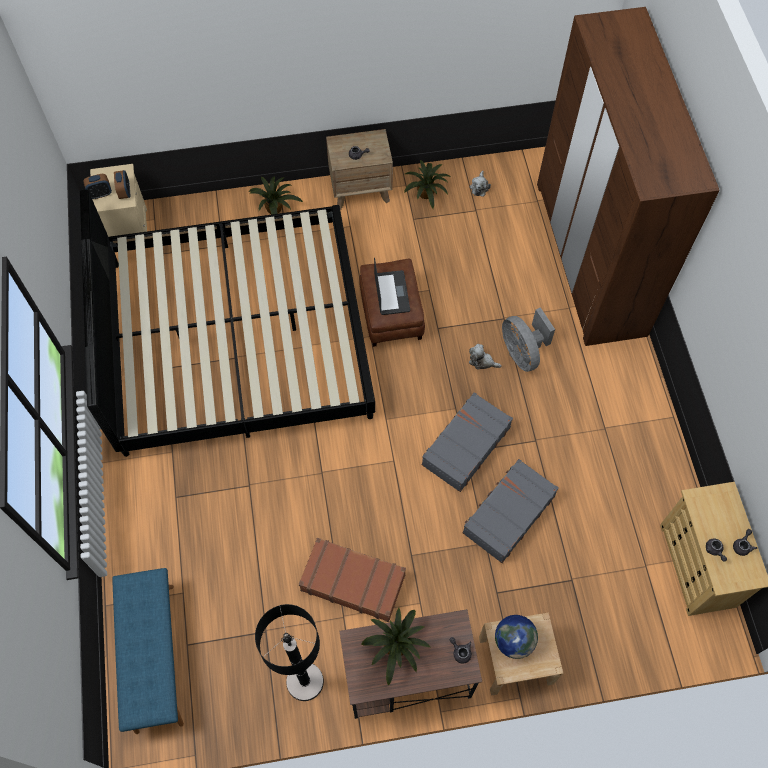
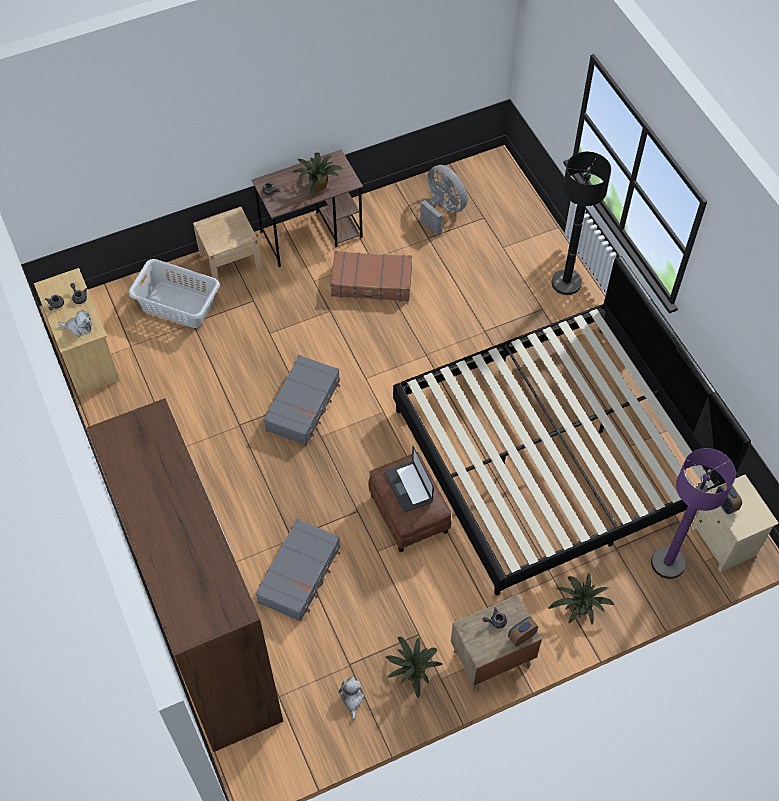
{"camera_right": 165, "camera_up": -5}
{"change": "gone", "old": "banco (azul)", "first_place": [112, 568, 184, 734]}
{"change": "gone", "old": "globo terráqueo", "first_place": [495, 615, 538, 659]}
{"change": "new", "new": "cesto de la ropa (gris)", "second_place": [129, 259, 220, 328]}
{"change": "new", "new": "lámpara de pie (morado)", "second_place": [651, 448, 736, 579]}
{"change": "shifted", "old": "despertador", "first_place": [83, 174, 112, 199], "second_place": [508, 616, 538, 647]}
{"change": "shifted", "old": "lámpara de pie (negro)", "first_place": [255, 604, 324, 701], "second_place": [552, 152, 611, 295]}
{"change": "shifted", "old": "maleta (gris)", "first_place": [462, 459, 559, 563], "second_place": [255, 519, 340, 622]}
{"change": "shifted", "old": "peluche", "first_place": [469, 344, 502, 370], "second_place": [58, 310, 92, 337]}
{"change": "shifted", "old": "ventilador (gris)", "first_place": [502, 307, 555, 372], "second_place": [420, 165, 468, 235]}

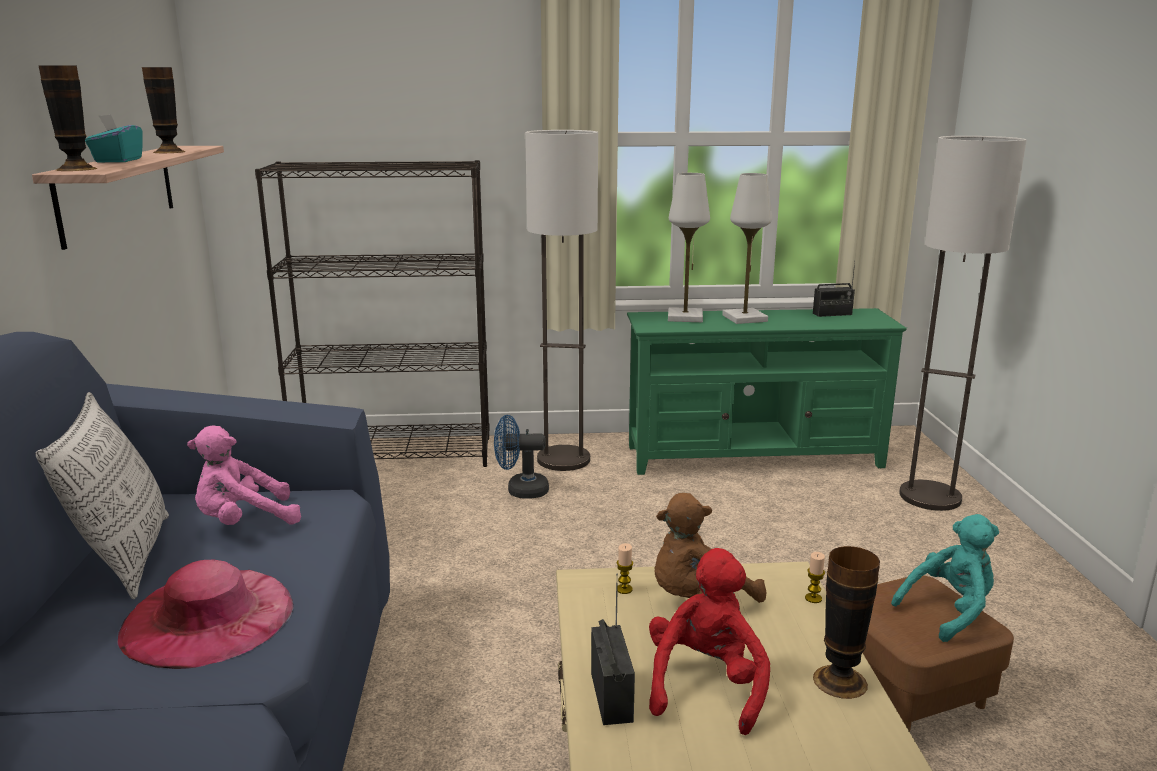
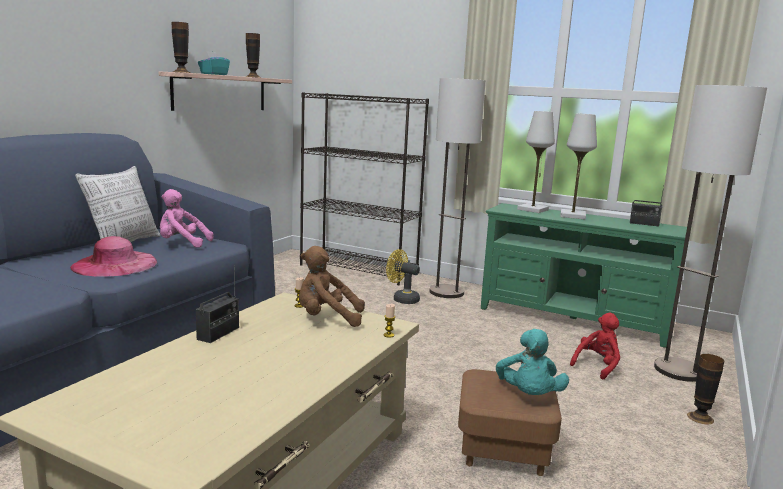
{"camera_right": 30, "camera_up": -5}
{"change": "shifted", "old": "peluche (rojo)", "first_place": [649, 548, 770, 735], "second_place": [570, 313, 620, 380]}
{"change": "shifted", "old": "florero", "first_place": [813, 546, 880, 699], "second_place": [687, 354, 724, 424]}
{"change": "repainted", "old": "ventilador (azul)", "new": "ventilador (amarillo)", "first_place": [494, 415, 549, 499], "second_place": [386, 249, 420, 304]}
{"change": "rotated", "old": "peluche (turquesa)", "first_place": [891, 514, 999, 642], "second_place": [496, 329, 569, 395], "degrees": 90}

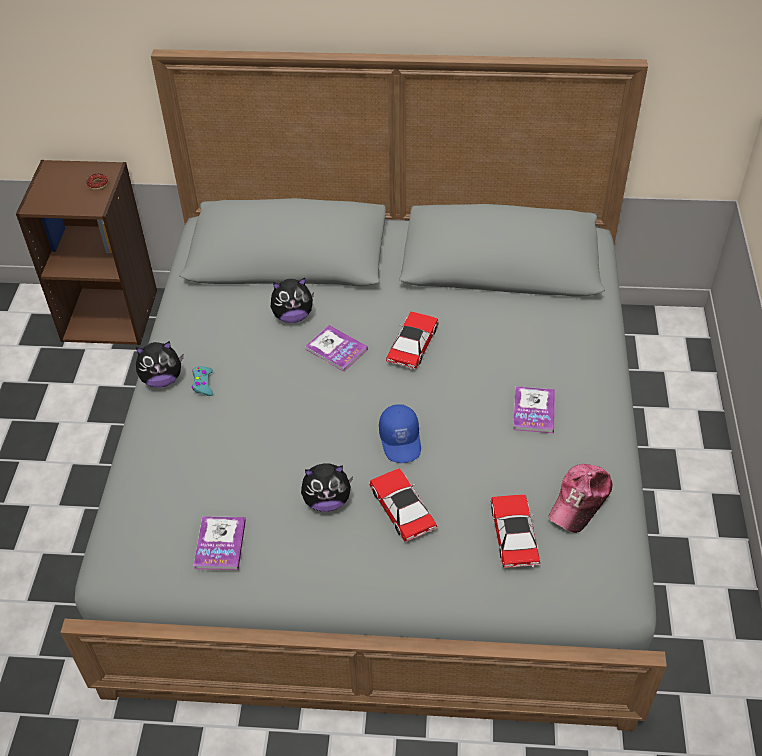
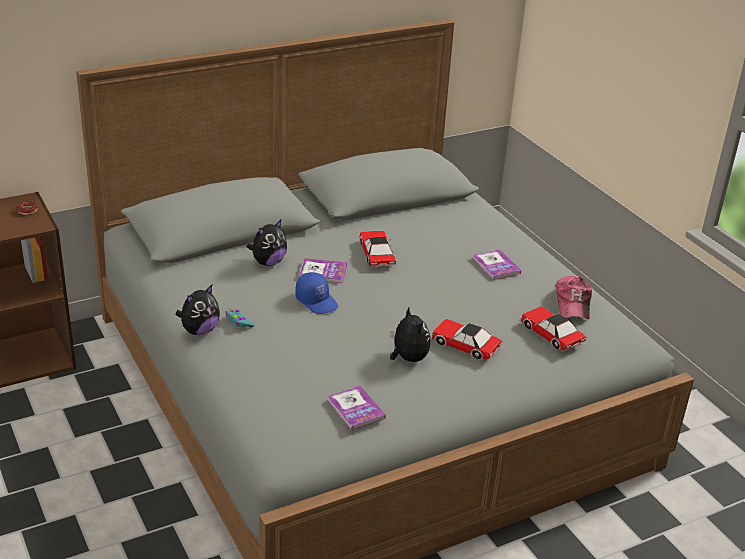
{"camera_right": -35, "camera_up": -15}
{"change": "shifted", "old": "gorra (azul)", "first_place": [379, 404, 421, 463], "second_place": [295, 272, 338, 314]}
{"change": "rotated", "old": "peluche", "first_place": [301, 463, 353, 512], "second_place": [390, 307, 430, 362], "degrees": -75}

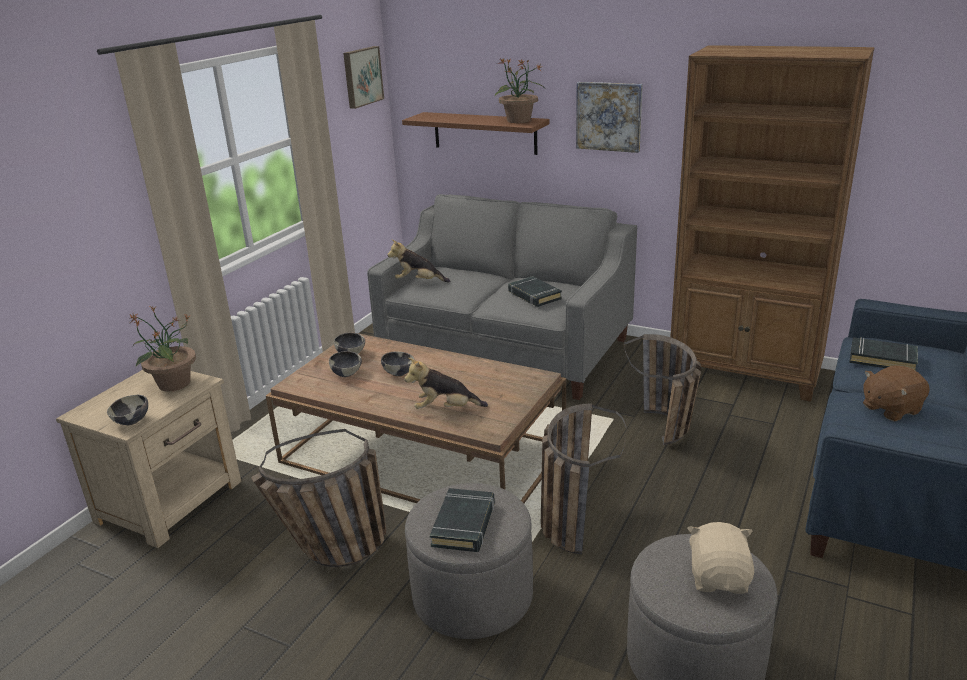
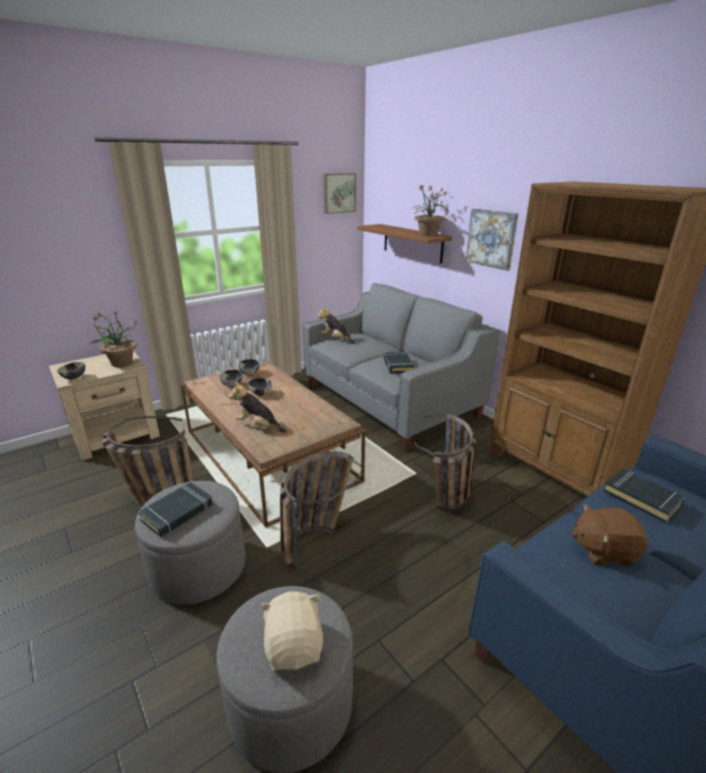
{"camera_right": 25, "camera_up": 0}
{"change": "rotated", "old": "peluche (beis)", "first_place": [687, 522, 754, 594], "second_place": [259, 591, 323, 670], "degrees": -45}

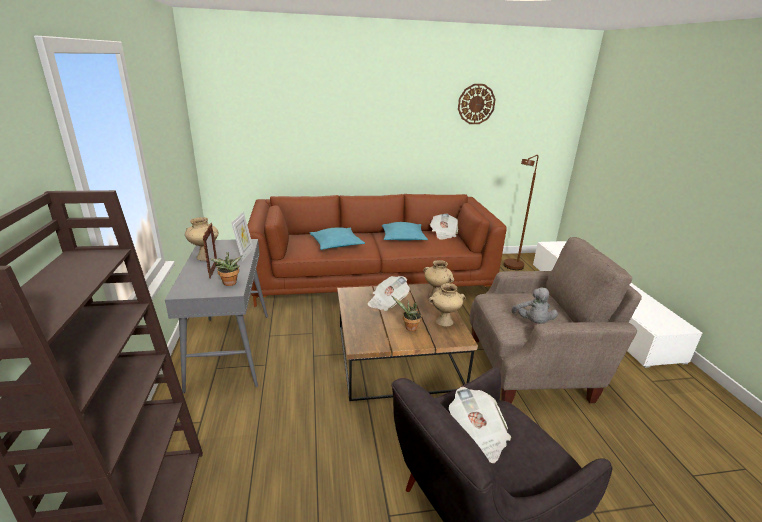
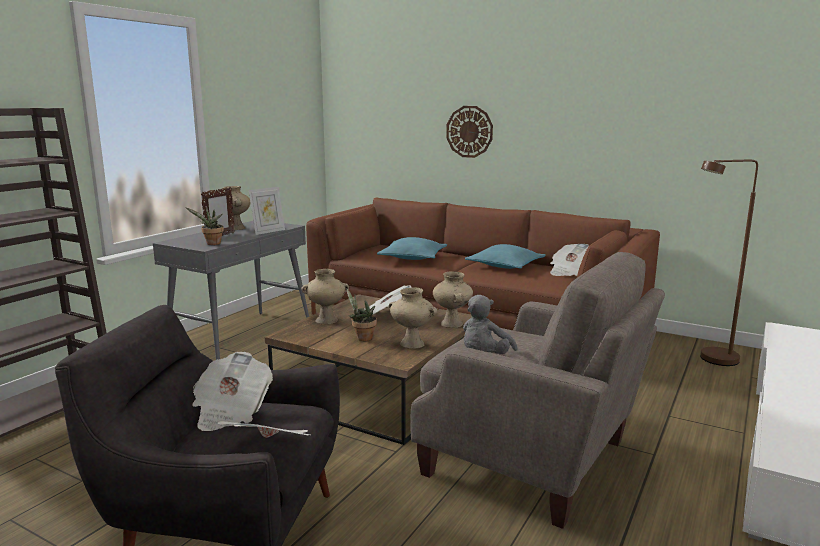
{"camera_right": 40, "camera_up": -10}
{"change": "new", "new": "periódico", "second_place": [218, 421, 310, 438]}
{"change": "new", "new": "florero (beis)", "second_place": [301, 269, 349, 324]}
{"change": "shifted", "old": "reloj de pared", "first_place": [458, 84, 496, 124], "second_place": [446, 106, 493, 158]}

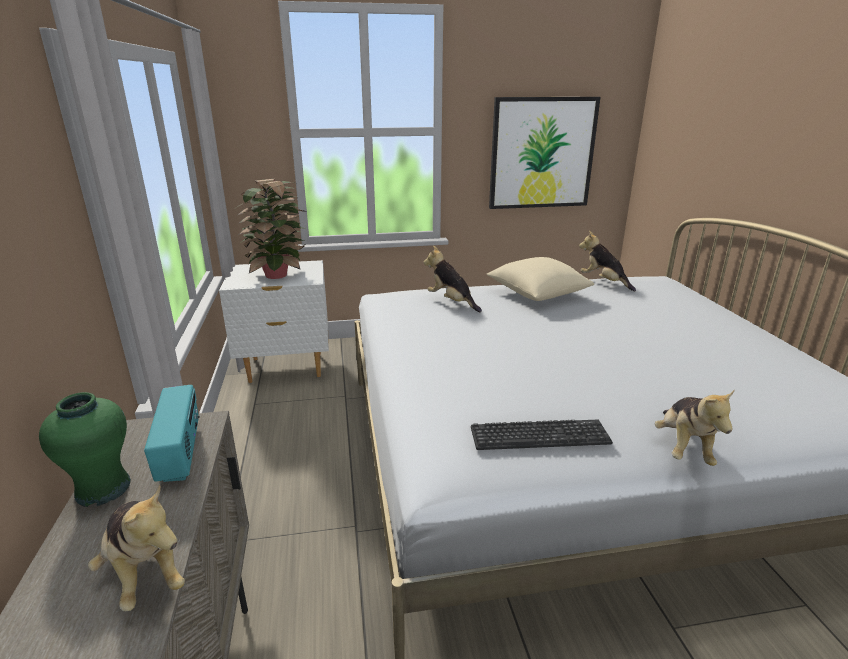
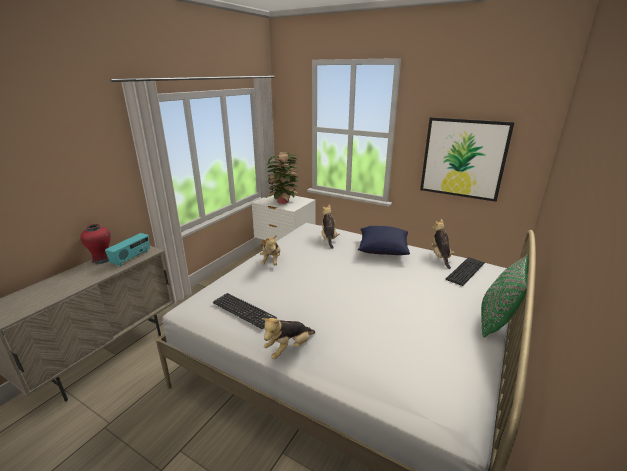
{"camera_right": 40, "camera_up": 0}
{"change": "new", "new": "teclado", "second_place": [445, 257, 485, 286]}
{"change": "new", "new": "cojín (verde)", "second_place": [481, 254, 529, 338]}
{"change": "shifted", "old": "peluche", "first_place": [88, 485, 185, 611], "second_place": [260, 234, 281, 265]}
{"change": "repainted", "old": "florero (verde)", "new": "florero (rojo)", "first_place": [39, 392, 131, 507], "second_place": [80, 224, 111, 264]}
{"change": "repainted", "old": "cojín (beis)", "new": "cojín (azul)", "first_place": [487, 257, 594, 301], "second_place": [358, 226, 410, 255]}

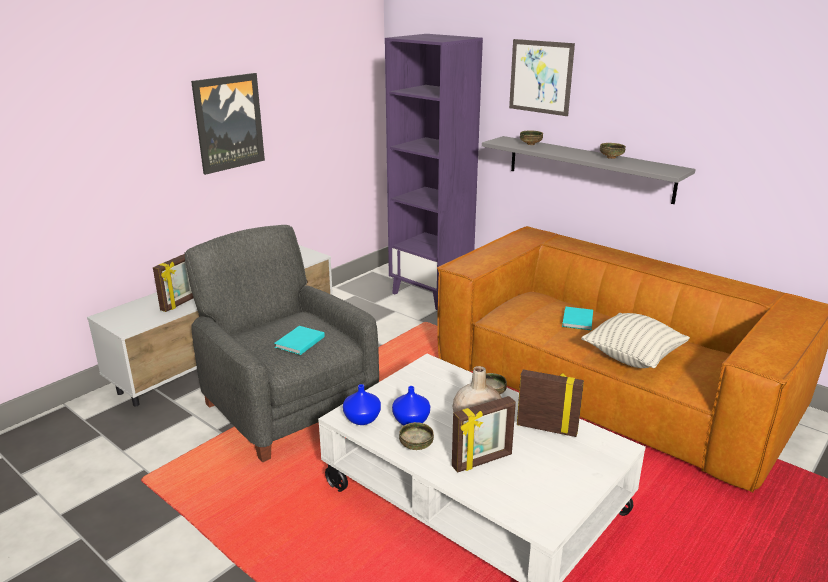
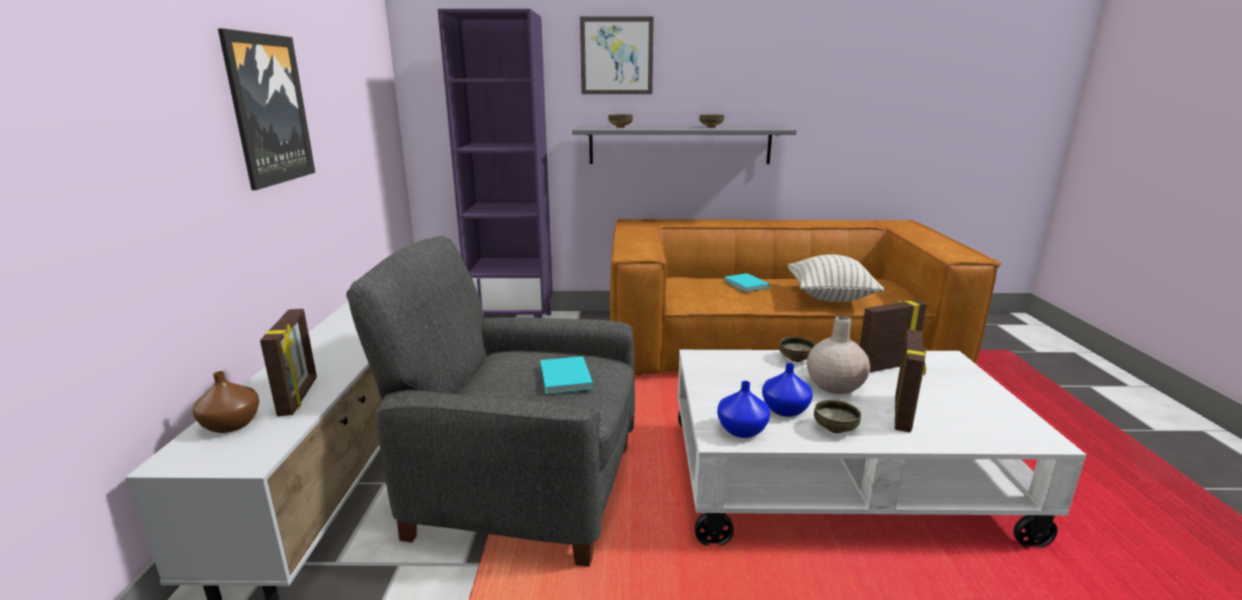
{"camera_right": -40, "camera_up": -5}
{"change": "new", "new": "florero (marrón)", "second_place": [192, 371, 259, 433]}

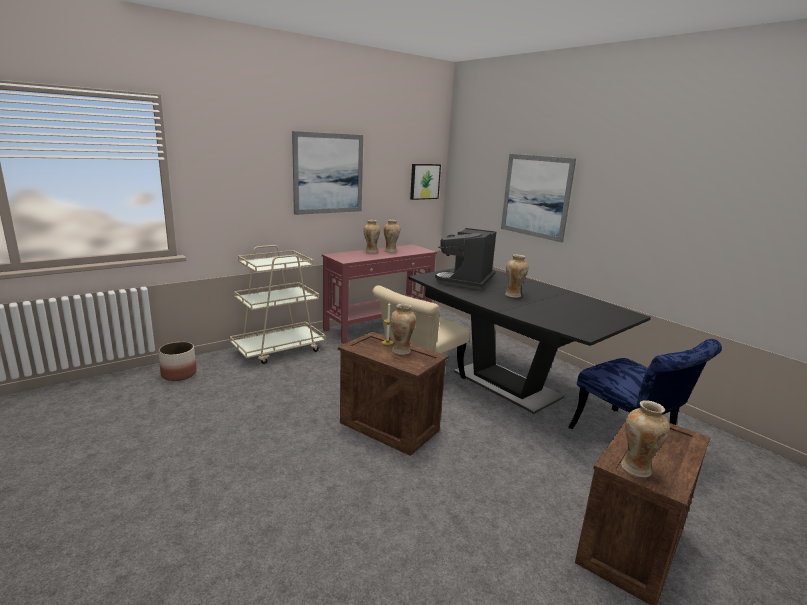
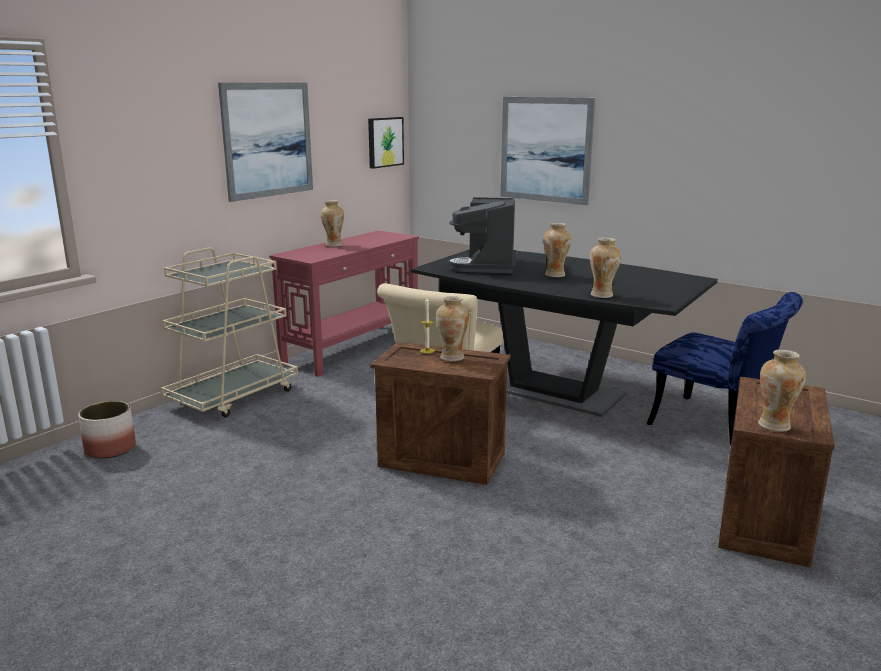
{"camera_right": -15, "camera_up": 0}
{"change": "shifted", "old": "florero", "first_place": [384, 220, 400, 252], "second_place": [590, 237, 621, 298]}

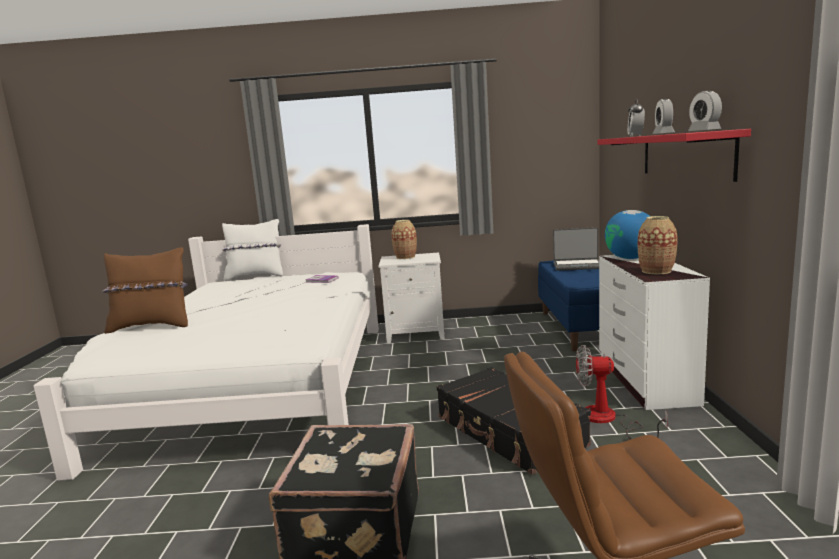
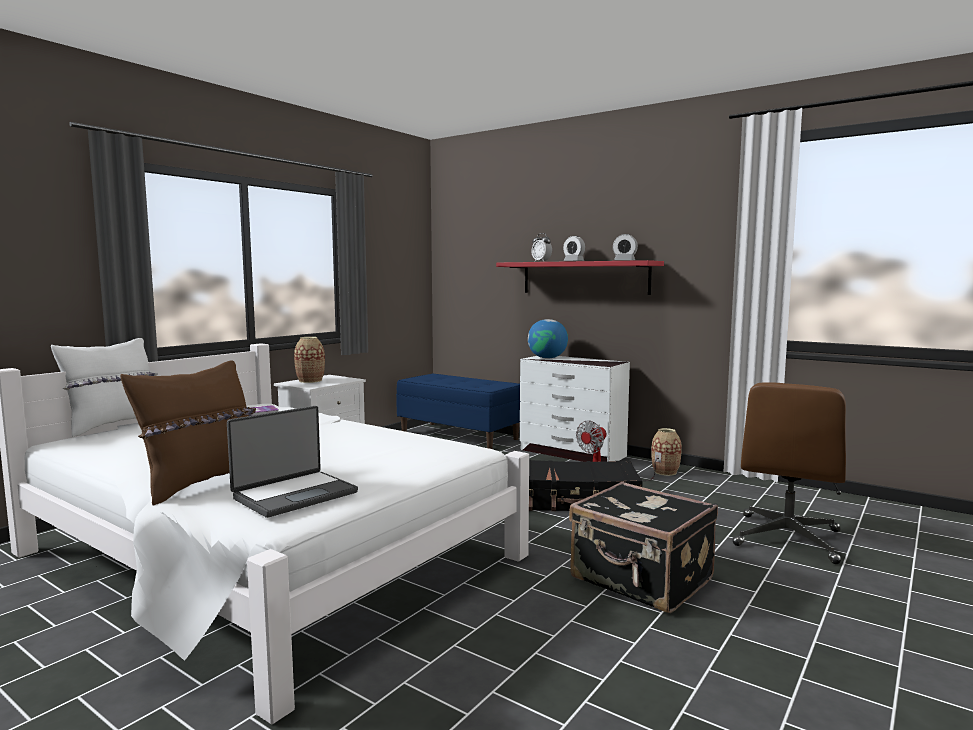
{"camera_right": -55, "camera_up": -5}
{"change": "shifted", "old": "portátil", "first_place": [553, 227, 599, 271], "second_place": [227, 406, 358, 518]}
{"change": "shifted", "old": "florero", "first_place": [638, 216, 677, 274], "second_place": [651, 428, 682, 476]}

